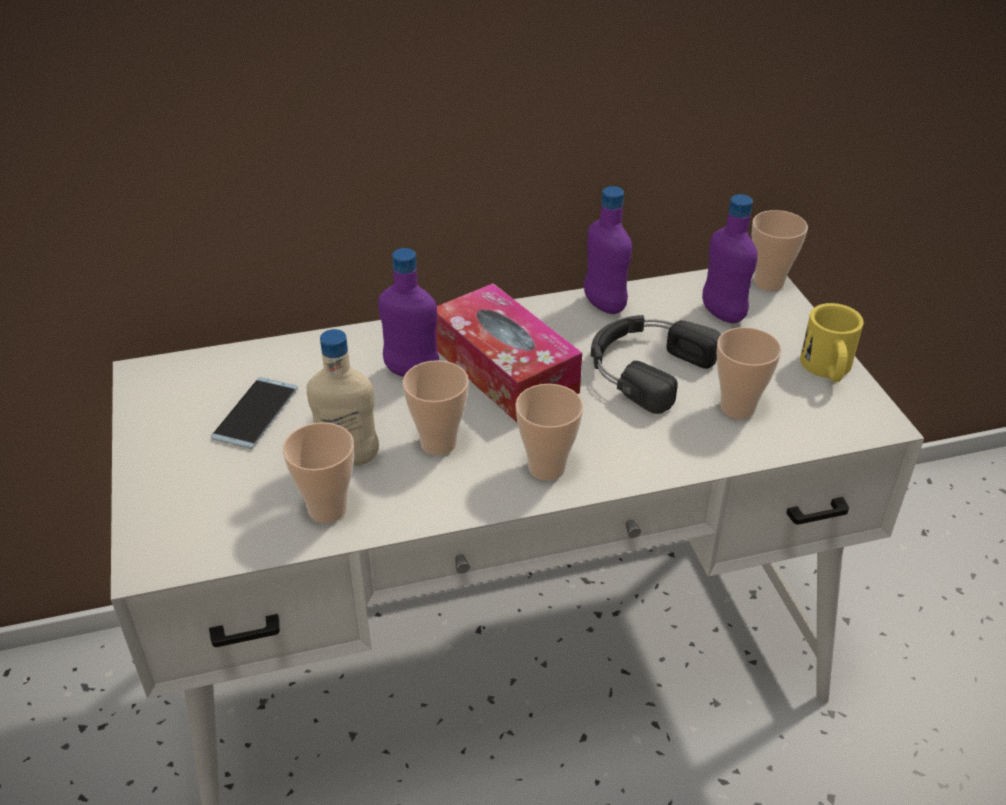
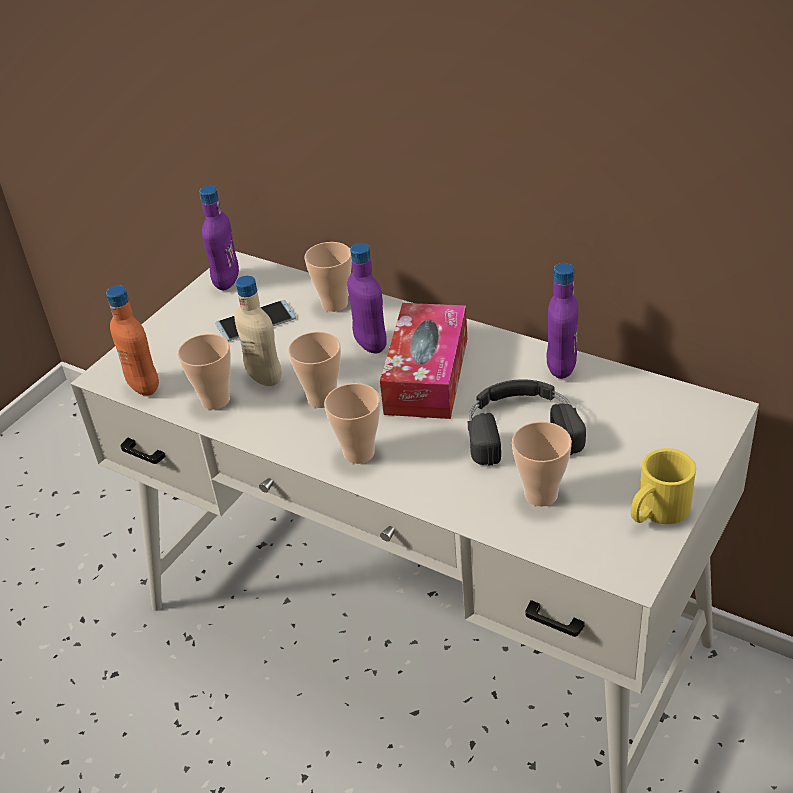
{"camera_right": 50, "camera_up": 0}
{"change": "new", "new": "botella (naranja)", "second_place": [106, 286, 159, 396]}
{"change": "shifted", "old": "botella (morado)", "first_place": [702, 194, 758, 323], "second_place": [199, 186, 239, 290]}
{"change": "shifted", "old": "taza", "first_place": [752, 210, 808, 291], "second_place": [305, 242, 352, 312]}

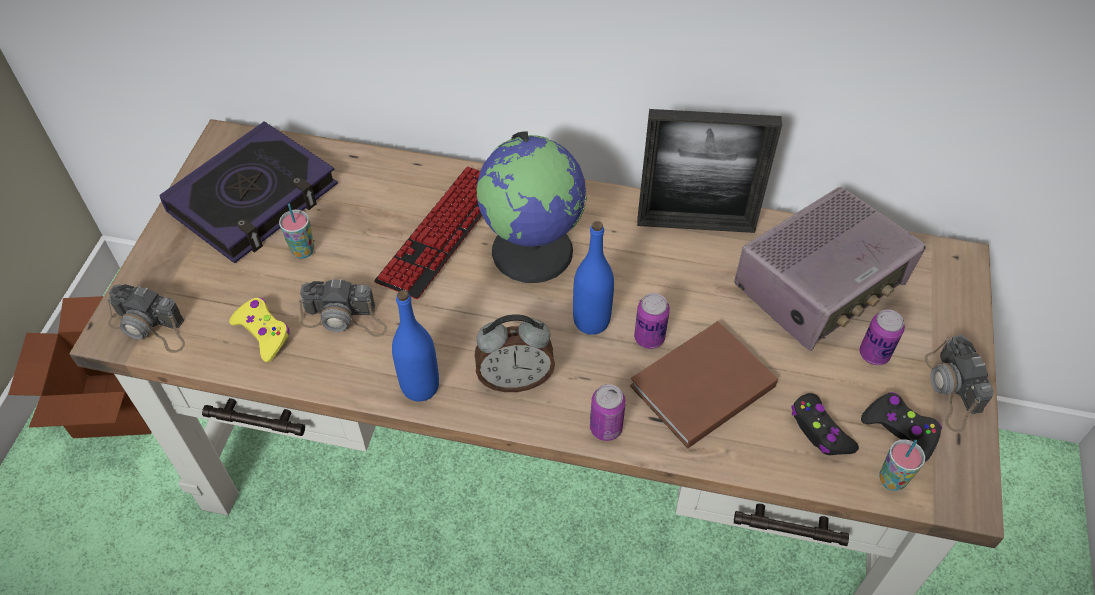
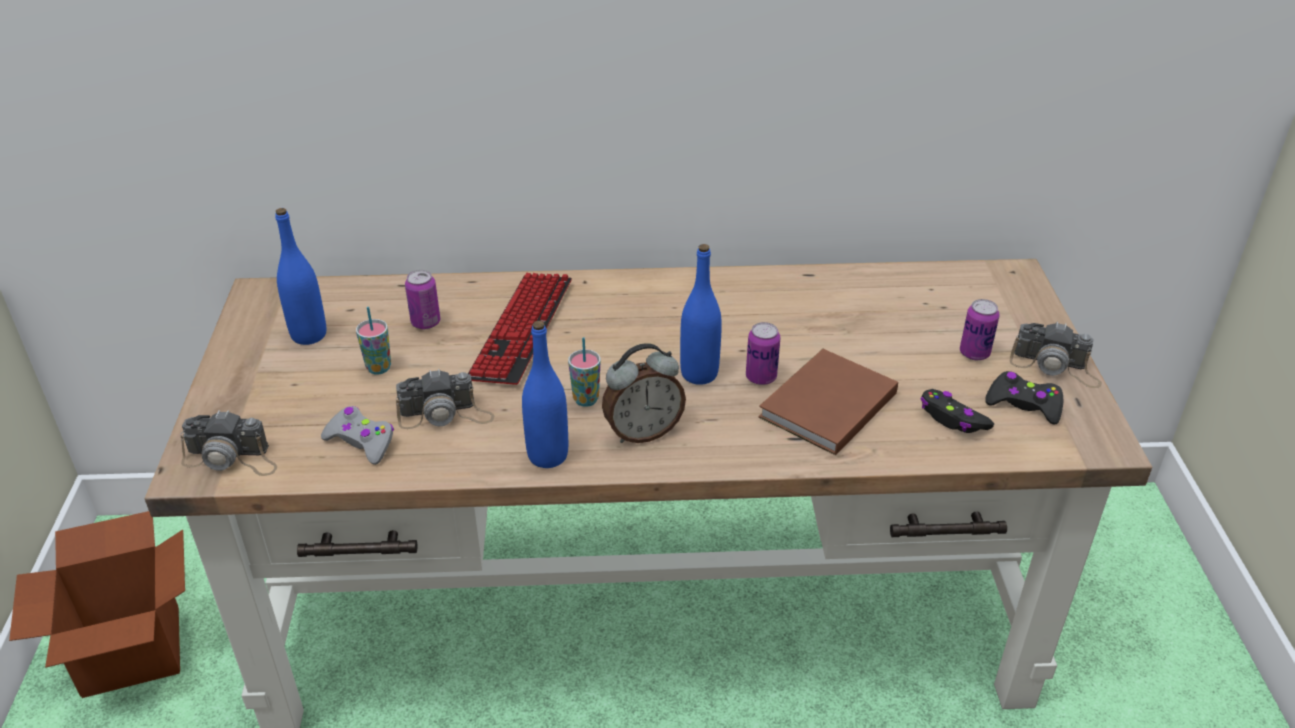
{"camera_right": -15, "camera_up": -15}
{"change": "gone", "old": "globo terráqueo", "first_place": [476, 131, 587, 283]}
{"change": "gone", "old": "portarretratos", "first_place": [637, 109, 782, 233]}
{"change": "gone", "old": "radio", "first_place": [734, 187, 926, 351]}
{"change": "shifted", "old": "lata", "first_place": [590, 384, 626, 441], "second_place": [405, 270, 440, 329]}
{"change": "shifted", "old": "taza", "first_place": [879, 439, 925, 491], "second_place": [568, 337, 601, 407]}
{"change": "swapped", "old": "libro", "new": "botella (azul)", "first_place": [159, 121, 338, 264], "second_place": [275, 208, 326, 345]}
{"change": "repainted", "old": "mando de consola (amarillo)", "new": "mando de consola (gris)", "first_place": [229, 297, 290, 362], "second_place": [321, 406, 394, 465]}
{"change": "rotated", "old": "cámara", "first_place": [925, 335, 994, 432], "second_place": [1010, 322, 1102, 388], "degrees": -45}

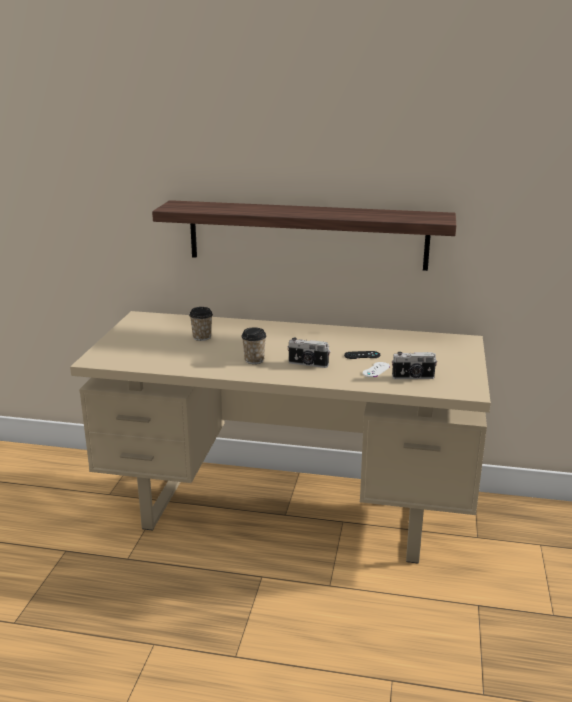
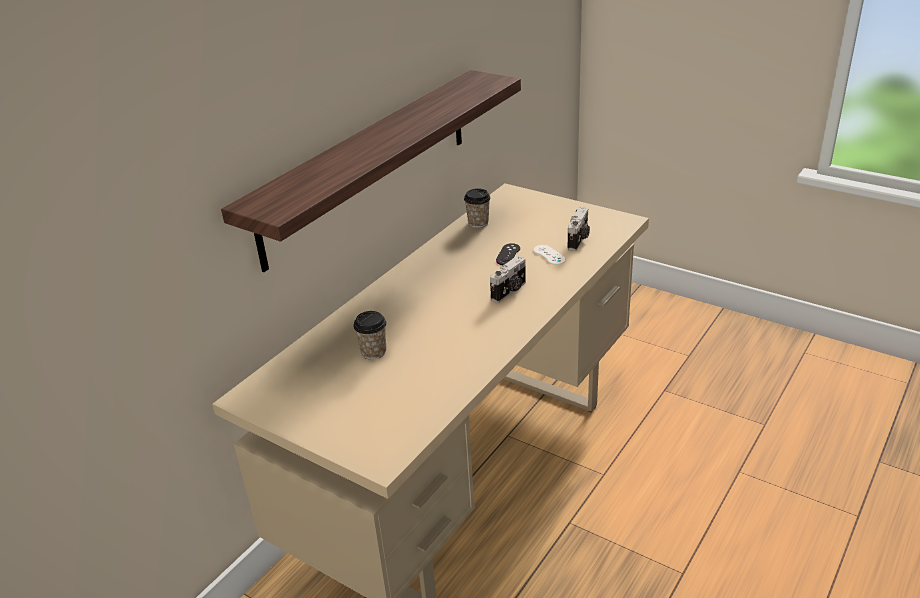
{"camera_right": -65, "camera_up": 10}
{"change": "shifted", "old": "taza", "first_place": [241, 327, 267, 364], "second_place": [464, 188, 490, 228]}

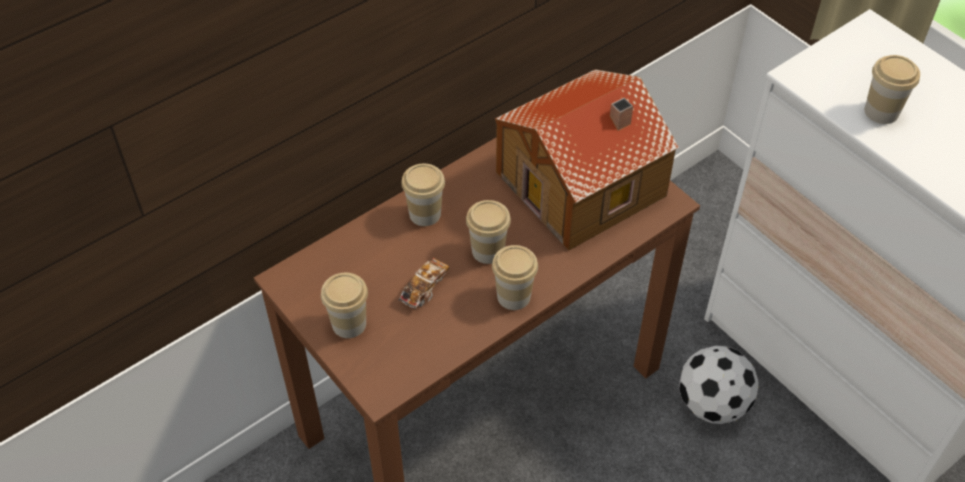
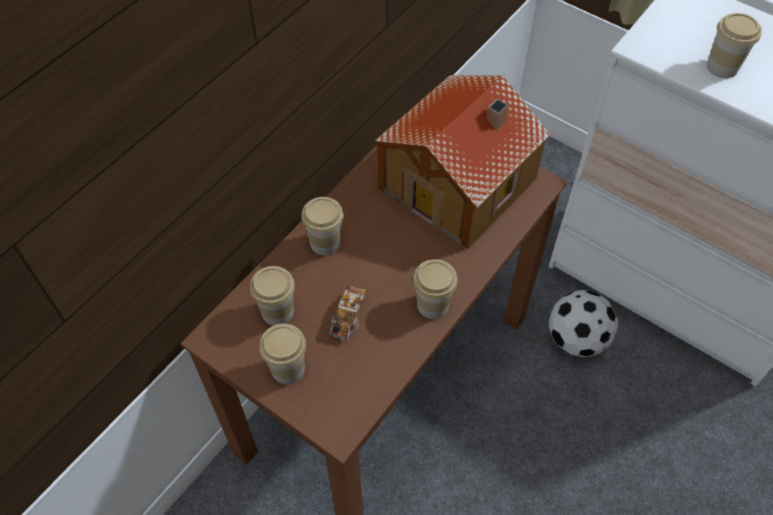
{"camera_right": -15, "camera_up": 5}
{"change": "shifted", "old": "taza", "first_place": [466, 200, 511, 264], "second_place": [250, 266, 295, 326]}

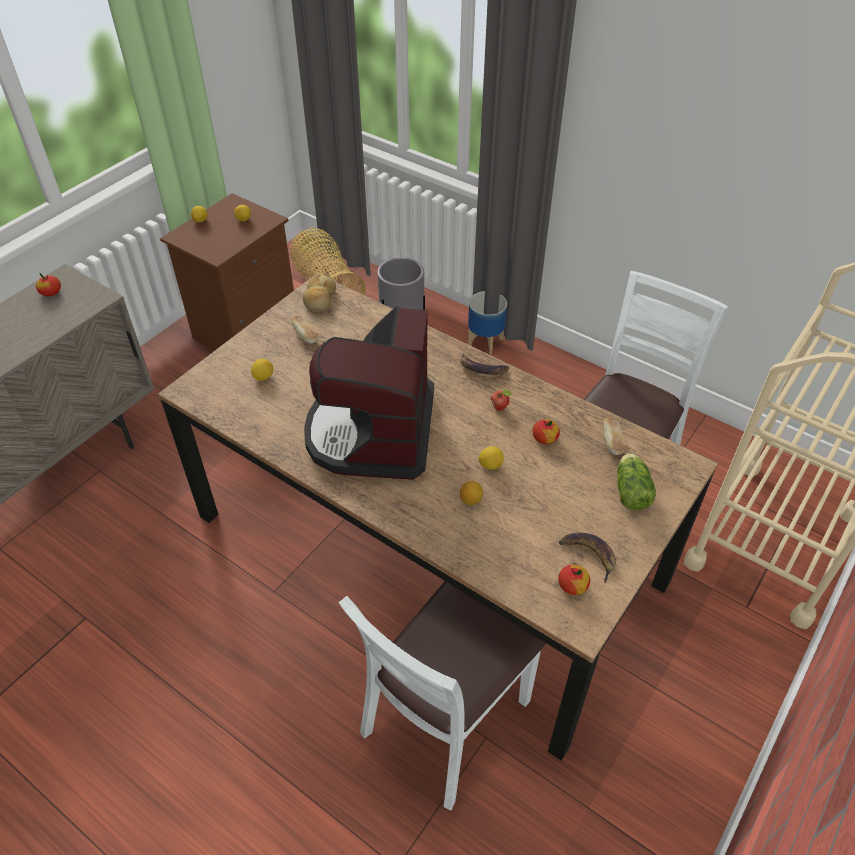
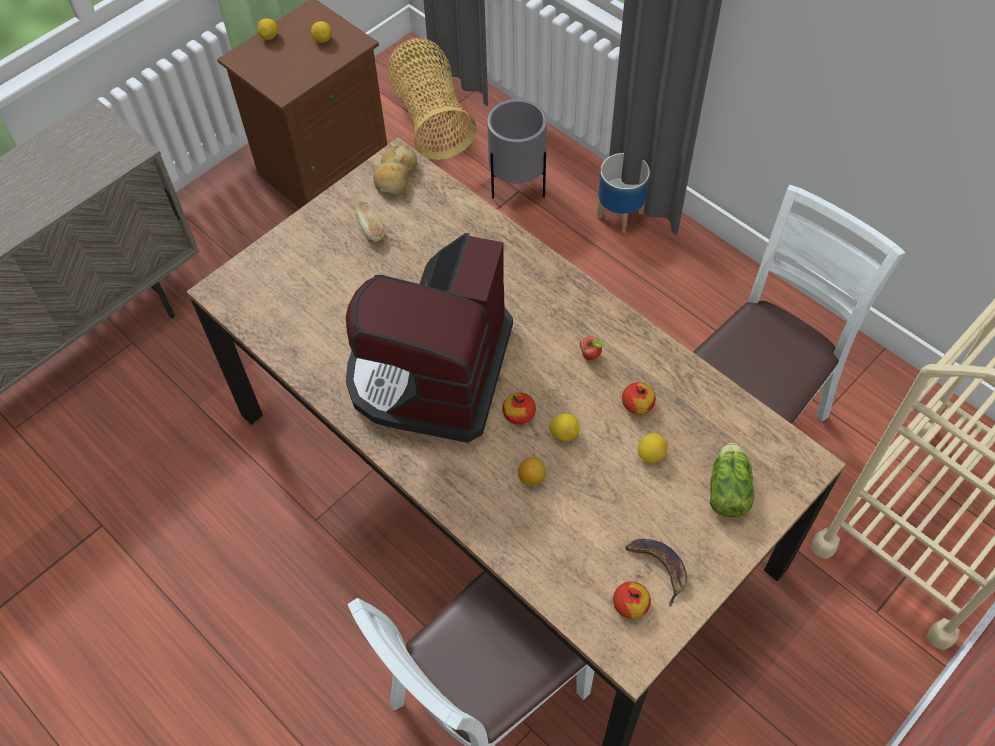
{"camera_right": 10, "camera_up": 10}
{"change": "gone", "old": "plátano", "first_place": [460, 354, 509, 375]}
{"change": "gone", "old": "pan", "first_place": [603, 417, 625, 455]}
{"change": "shifted", "old": "manzana", "first_place": [36, 273, 61, 297], "second_place": [502, 393, 536, 425]}
{"change": "shifted", "old": "limón", "first_place": [251, 358, 273, 381], "second_place": [638, 433, 668, 463]}

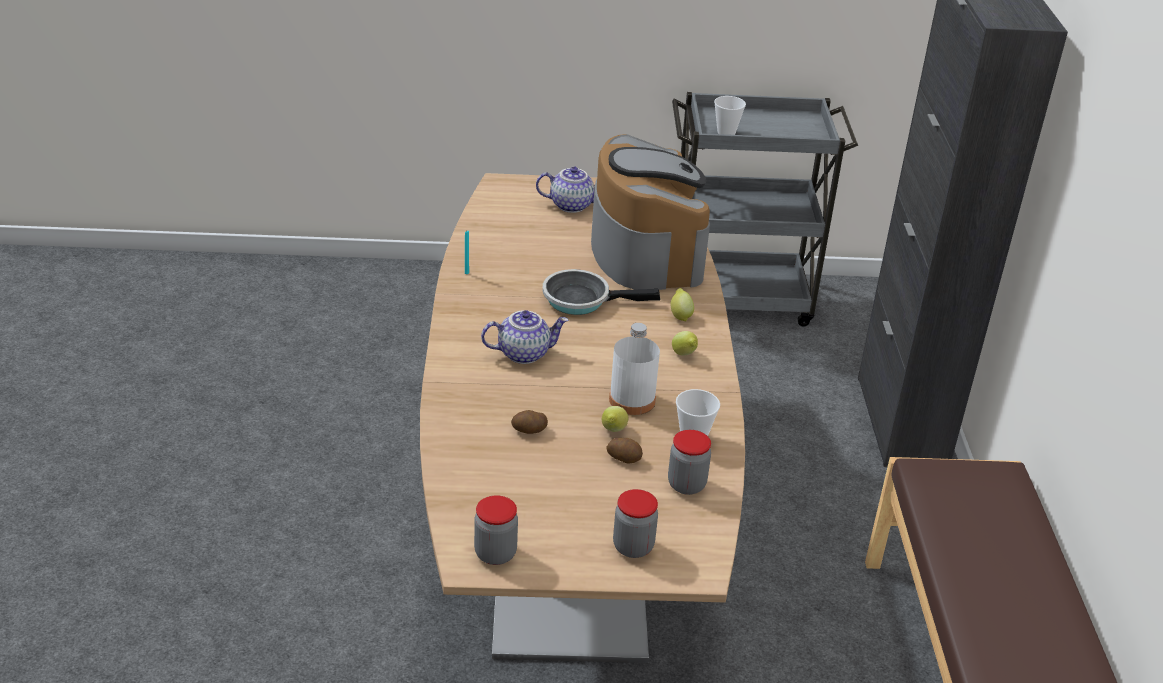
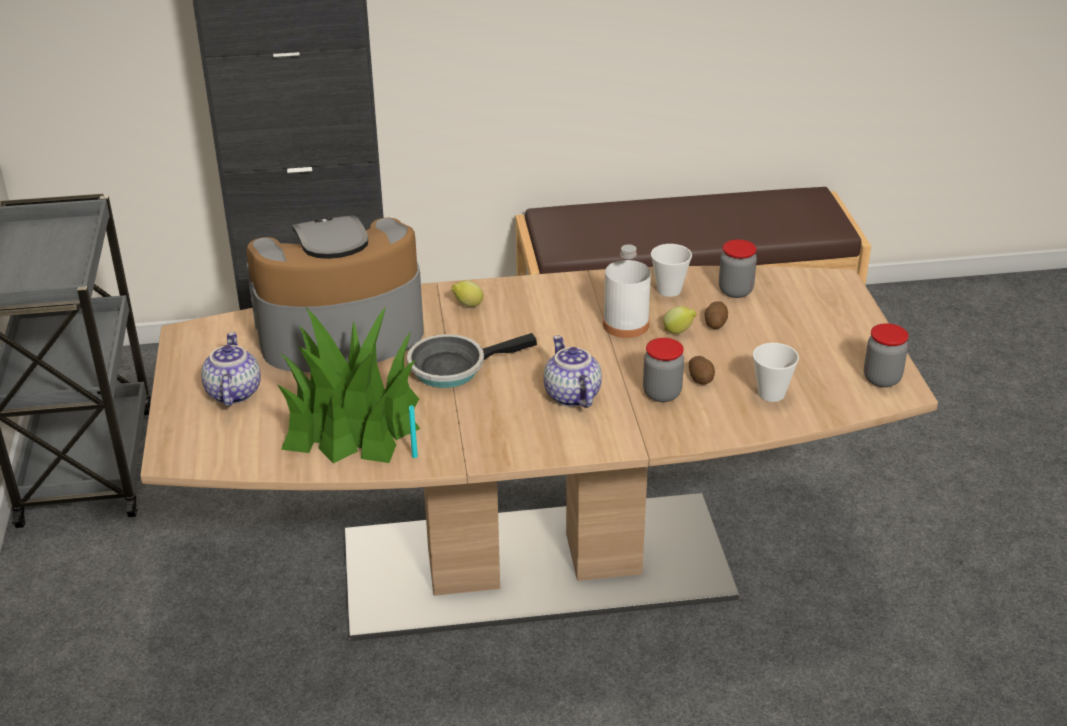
{"camera_right": -95, "camera_up": 0}
{"change": "gone", "old": "limón", "first_place": [672, 331, 698, 355]}
{"change": "new", "new": "planta en maceta", "second_place": [277, 307, 420, 464]}
{"change": "shifted", "old": "tarro", "first_place": [613, 489, 658, 558], "second_place": [643, 338, 684, 402]}
{"change": "shifted", "old": "taza", "first_place": [714, 96, 746, 135], "second_place": [753, 343, 799, 402]}
{"change": "rotated", "old": "sartén", "first_place": [542, 269, 660, 315], "second_place": [407, 333, 537, 388], "degrees": 75}

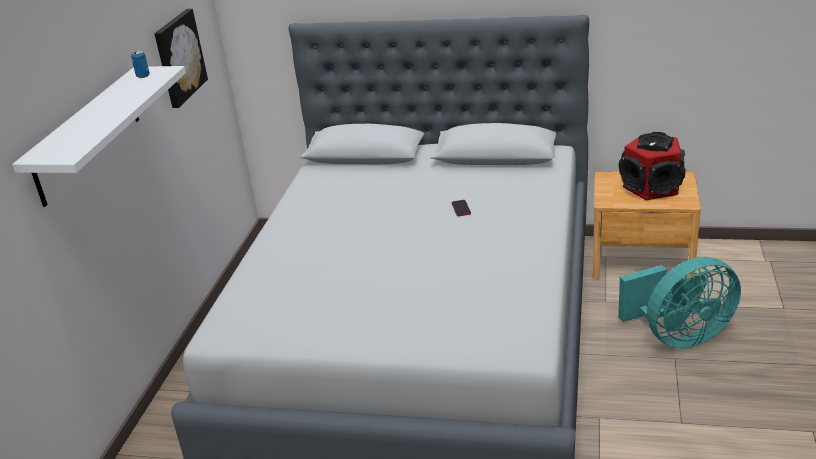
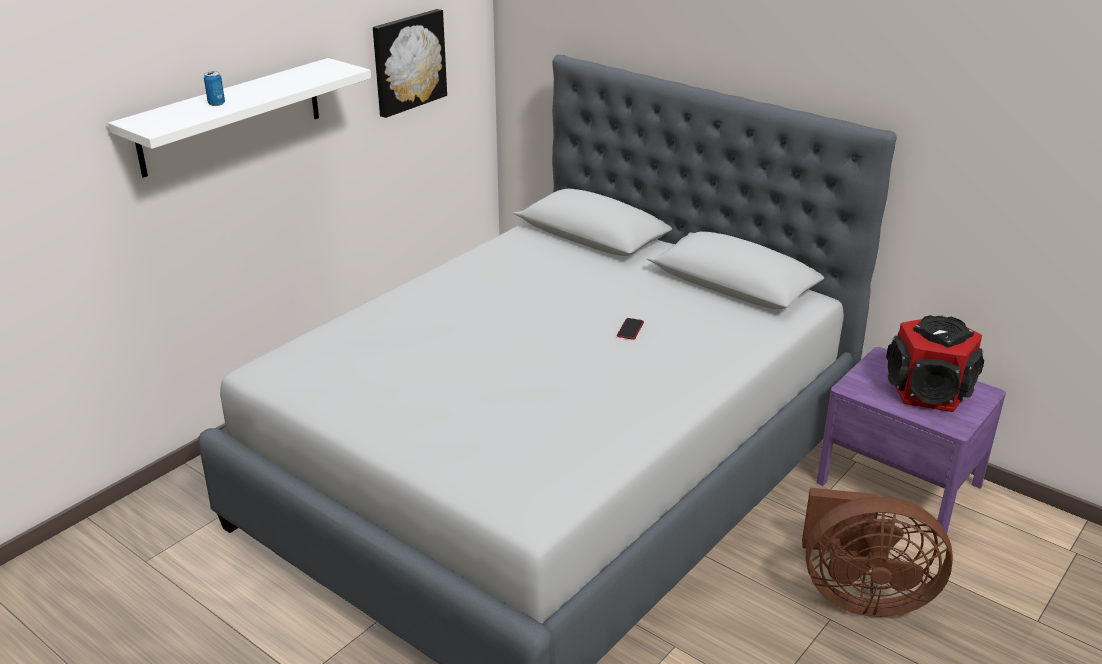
{"camera_right": 25, "camera_up": 0}
{"change": "shifted", "old": "lata", "first_place": [131, 50, 150, 78], "second_place": [204, 71, 225, 106]}
{"change": "repainted", "old": "mesita de noche (marrón)", "new": "mesita de noche (morado)", "first_place": [593, 171, 701, 280], "second_place": [816, 347, 1006, 537]}
{"change": "repainted", "old": "ventilador (turquesa)", "new": "ventilador (marrón)", "first_place": [618, 257, 741, 349], "second_place": [802, 488, 953, 617]}

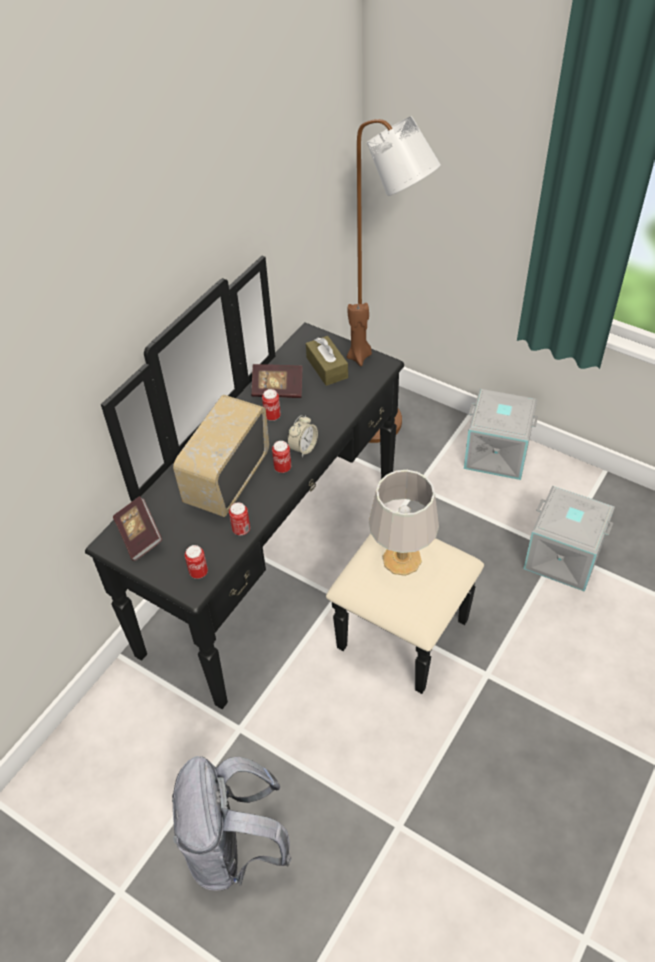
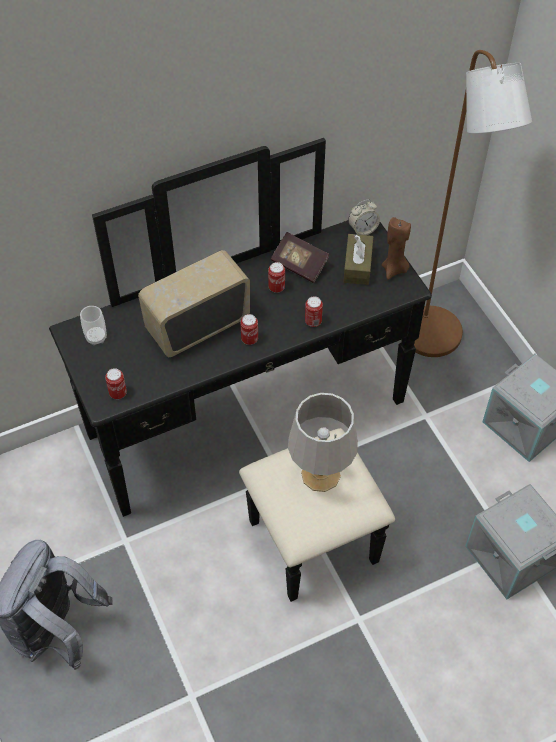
{"camera_right": 30, "camera_up": 5}
{"change": "shifted", "old": "lata", "first_place": [229, 502, 250, 535], "second_place": [305, 296, 323, 327]}
{"change": "shifted", "old": "despertador", "first_place": [287, 415, 318, 457], "second_place": [348, 200, 380, 235]}
{"change": "swapped", "old": "libro", "new": "taza", "first_place": [113, 496, 162, 561], "second_place": [80, 306, 107, 345]}

